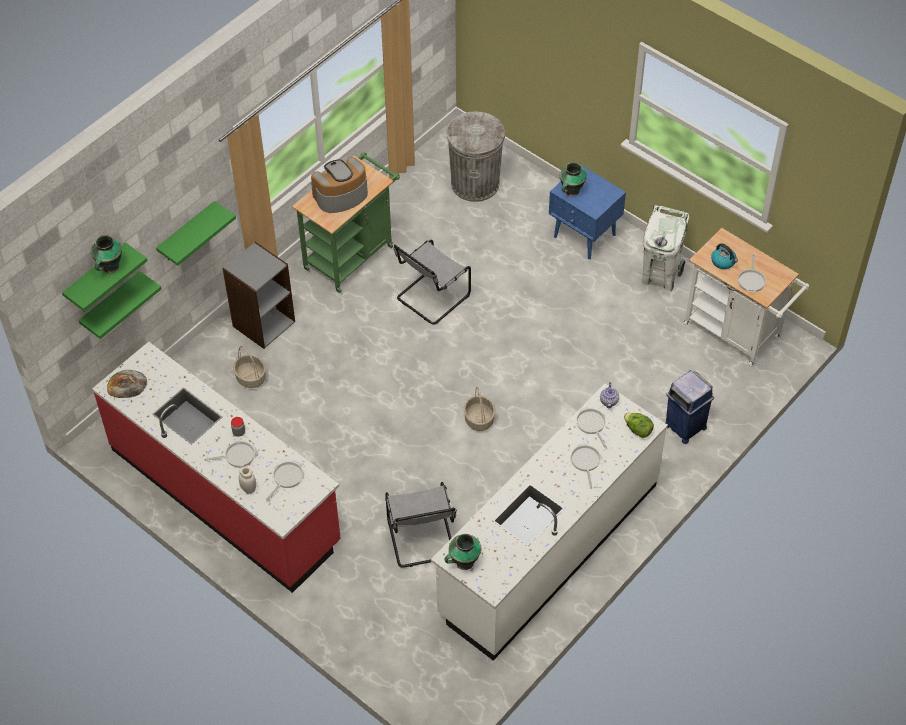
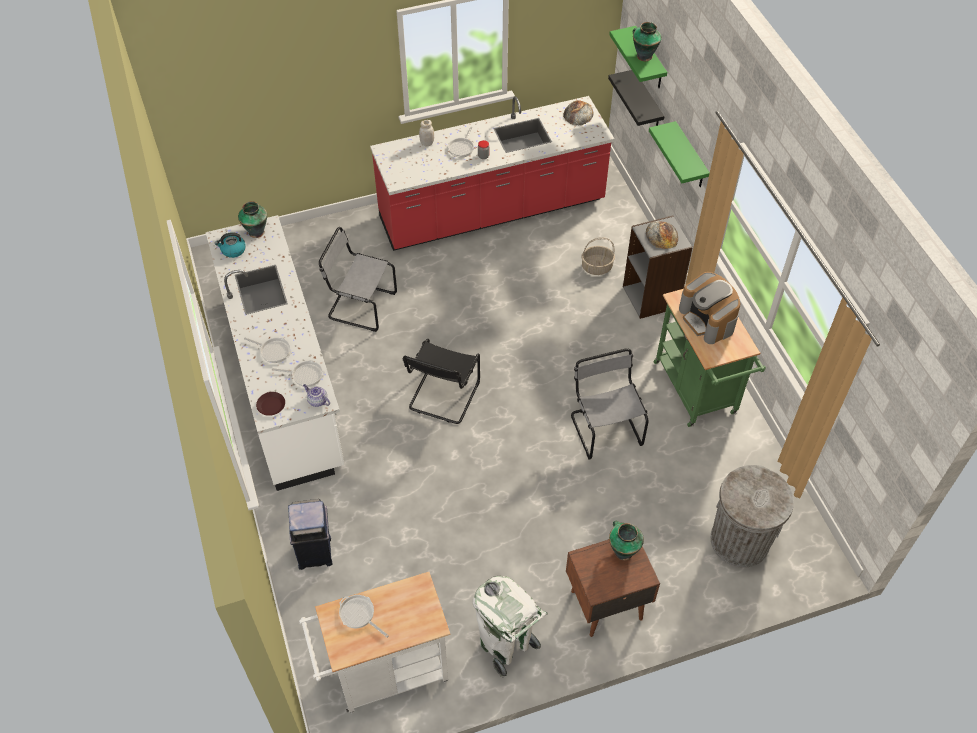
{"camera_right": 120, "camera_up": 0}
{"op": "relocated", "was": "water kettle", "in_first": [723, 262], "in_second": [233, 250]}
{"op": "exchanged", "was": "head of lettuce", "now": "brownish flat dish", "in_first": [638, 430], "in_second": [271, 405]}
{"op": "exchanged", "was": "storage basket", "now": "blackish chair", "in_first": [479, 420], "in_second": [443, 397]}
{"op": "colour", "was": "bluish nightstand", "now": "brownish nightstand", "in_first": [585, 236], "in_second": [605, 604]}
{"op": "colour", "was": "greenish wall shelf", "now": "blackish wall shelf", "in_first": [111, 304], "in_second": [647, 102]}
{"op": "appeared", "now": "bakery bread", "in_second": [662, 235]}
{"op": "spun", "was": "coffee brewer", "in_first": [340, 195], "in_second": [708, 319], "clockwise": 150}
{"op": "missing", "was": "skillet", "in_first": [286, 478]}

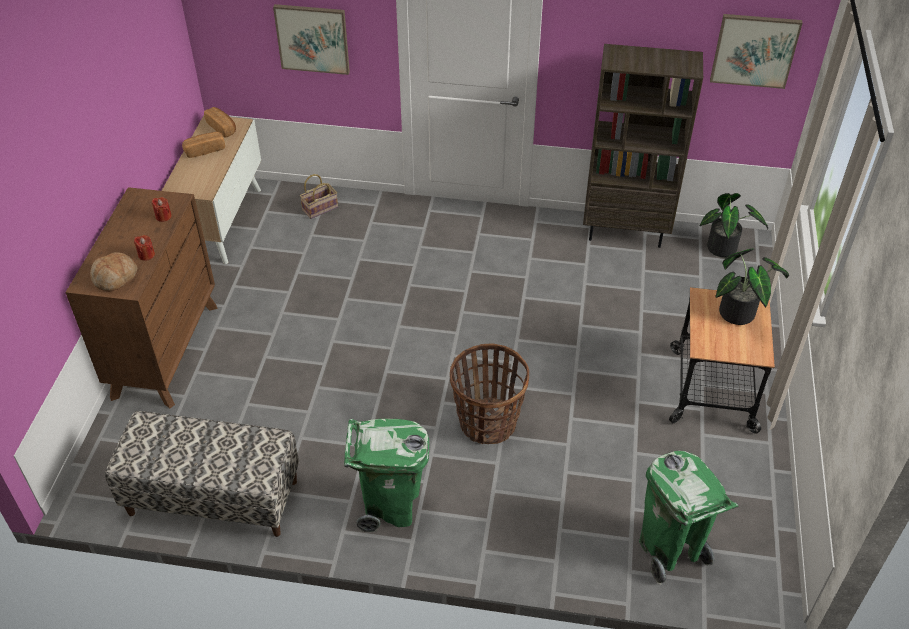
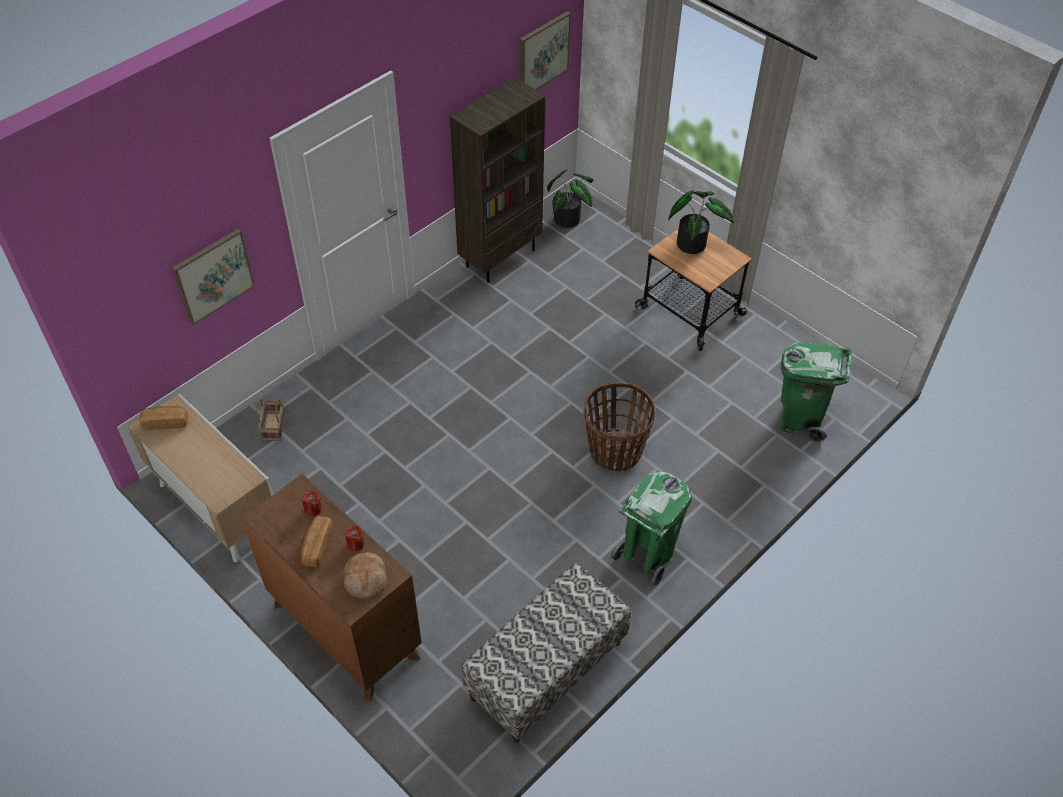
{"camera_right": -55, "camera_up": 5}
{"op": "relocated", "was": "bakery bread", "in_first": [205, 150], "in_second": [316, 546]}

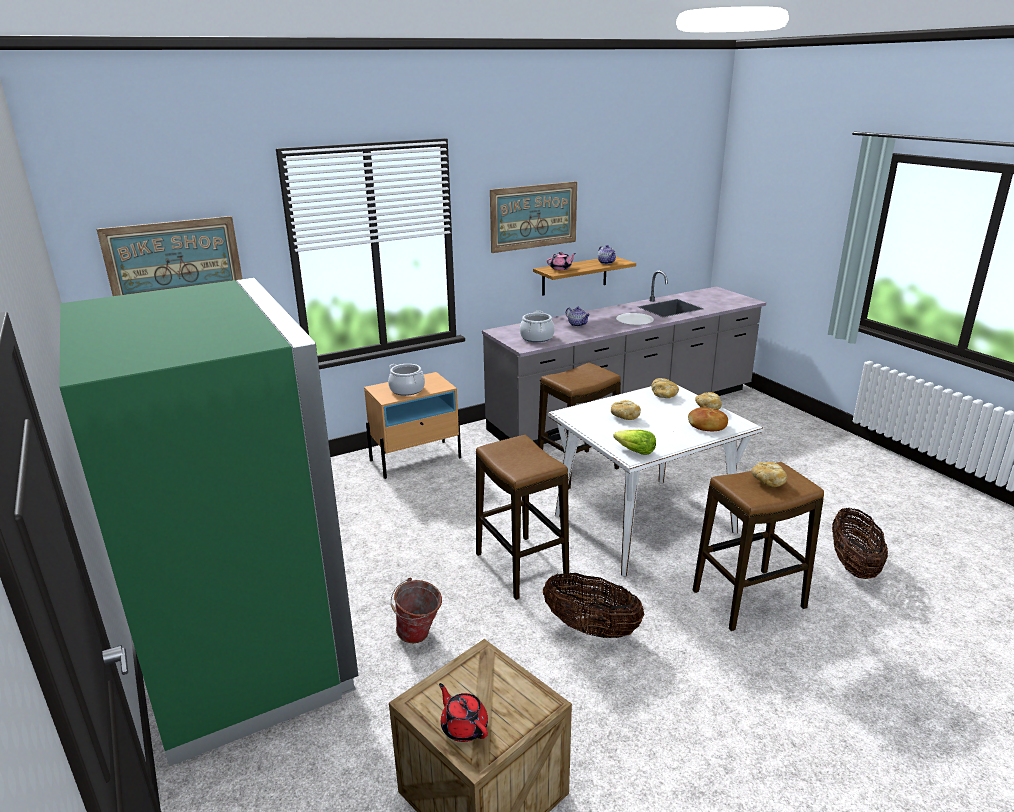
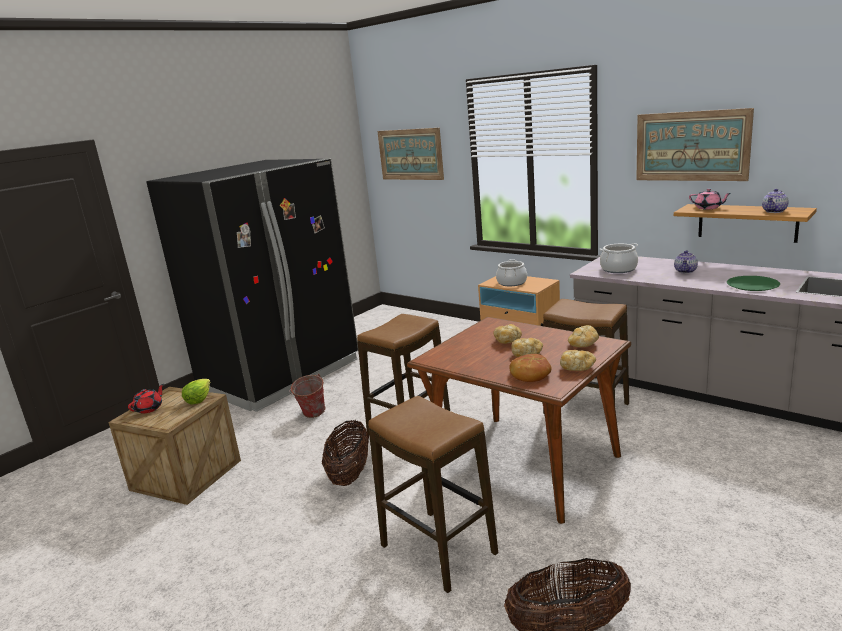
{"camera_right": 70, "camera_up": -5}
{"op": "colour", "was": "greenish kitchen fridge", "now": "blackish kitchen fridge", "in_first": [246, 649], "in_second": [281, 375]}
{"op": "relocated", "was": "head of lettuce", "in_first": [635, 451], "in_second": [198, 399]}
{"op": "colour", "was": "white-coloured dining table", "now": "brownish dining table", "in_first": [645, 523], "in_second": [524, 464]}
{"op": "relocated", "was": "bakery bread", "in_first": [767, 481], "in_second": [526, 354]}
{"op": "colour", "was": "white-coloured flat dish", "now": "greenish flat dish", "in_first": [634, 320], "in_second": [752, 284]}

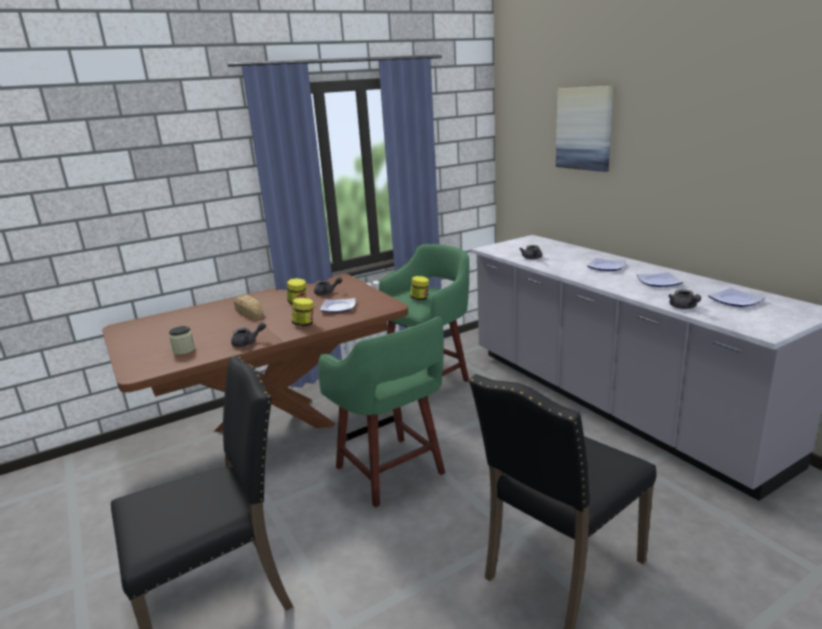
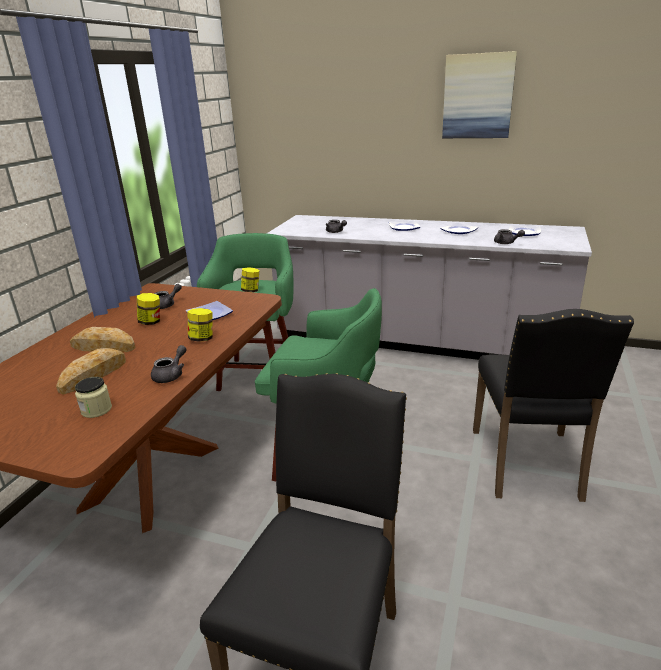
{"camera_right": -40, "camera_up": 5}
{"op": "appeared", "now": "bakery bread", "in_second": [93, 375]}
{"op": "relocated", "was": "wall picture", "in_first": [584, 128], "in_second": [478, 96]}

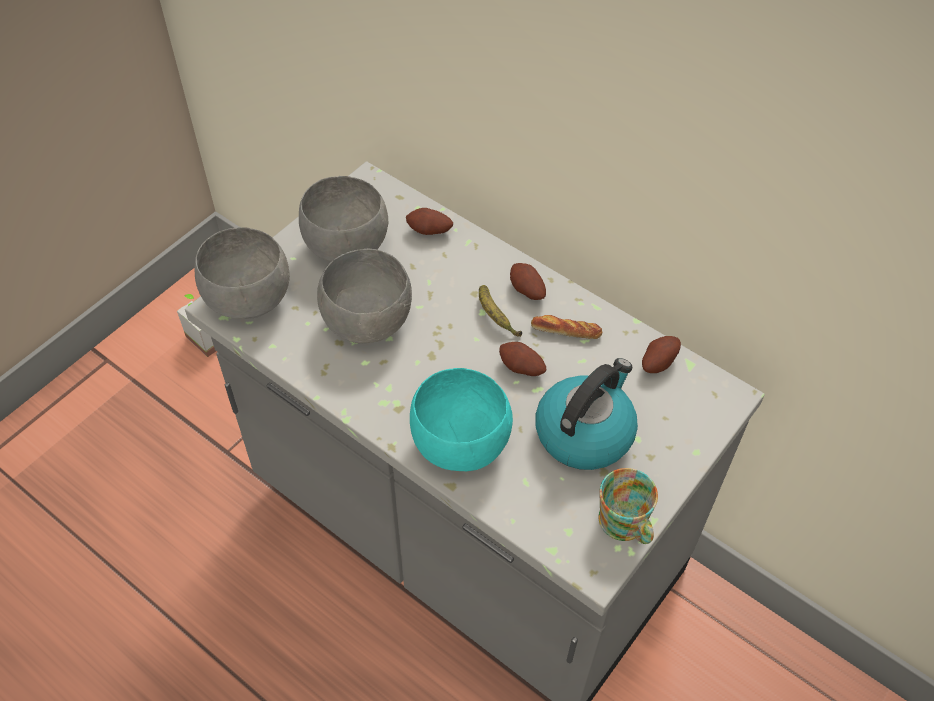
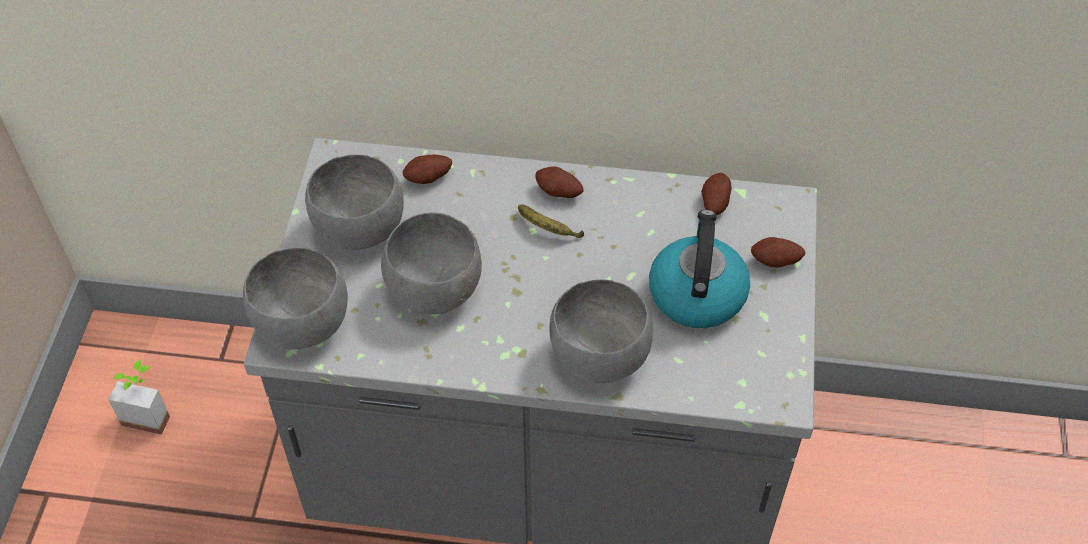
{"camera_right": -30, "camera_up": 0}
{"op": "colour", "was": "turquoise-coloured deep dish", "now": "gray deep dish", "in_first": [458, 443], "in_second": [597, 357]}
{"op": "relocated", "was": "potato", "in_first": [521, 369], "in_second": [775, 262]}
{"op": "missing", "was": "bakery bread", "in_first": [566, 331]}
{"op": "missing", "was": "coffee mug", "in_first": [625, 526]}

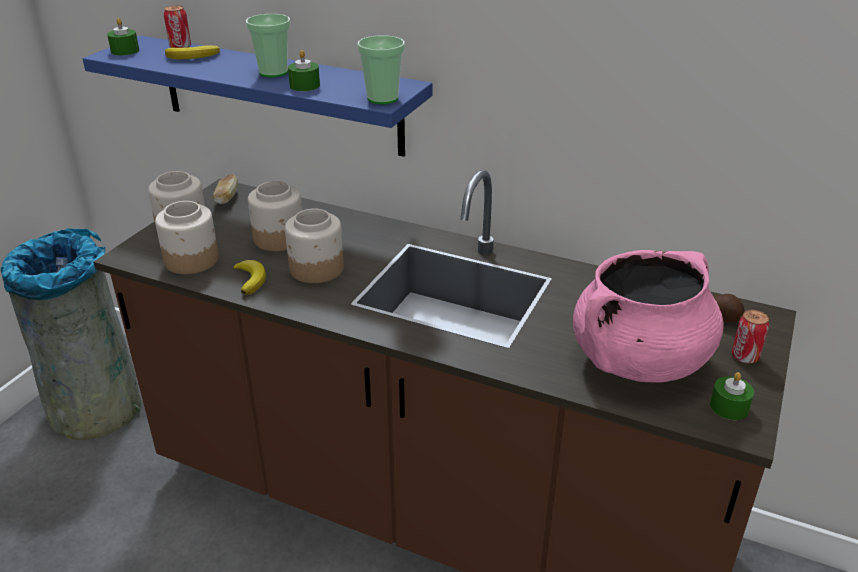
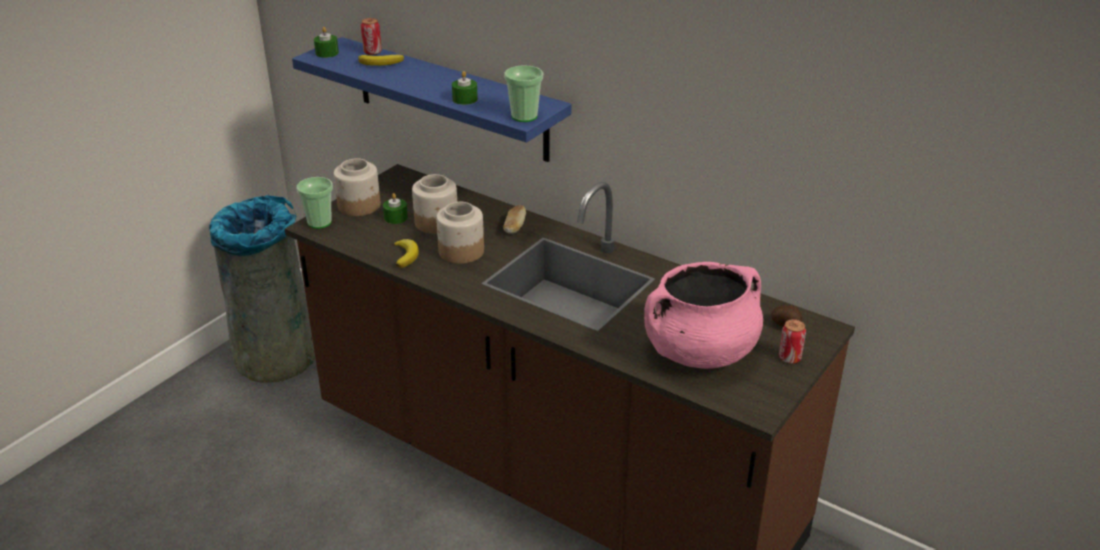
{"camera_right": 10, "camera_up": 0}
{"op": "relocated", "was": "small cup", "in_first": [273, 72], "in_second": [319, 222]}
{"op": "relocated", "was": "greenish wax light", "in_first": [729, 407], "in_second": [395, 218]}
{"op": "relocated", "was": "bakery bread", "in_first": [226, 198], "in_second": [514, 227]}
{"op": "missing", "was": "preserve jar", "in_first": [192, 260]}

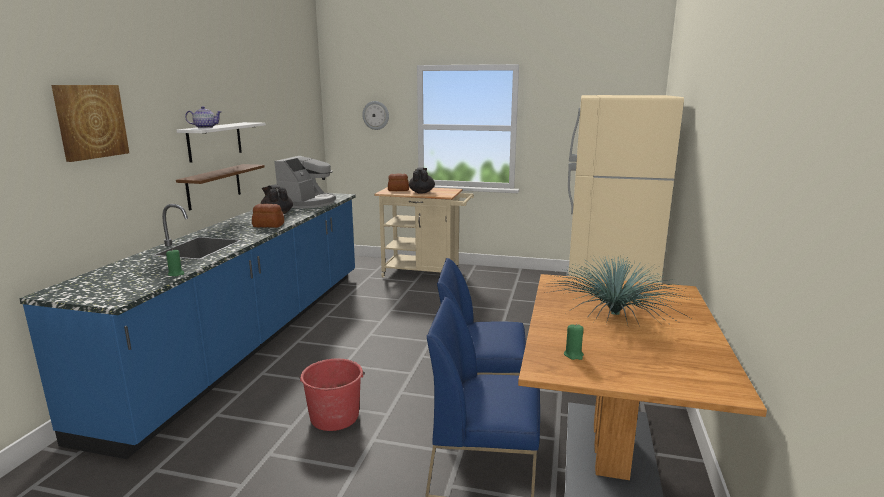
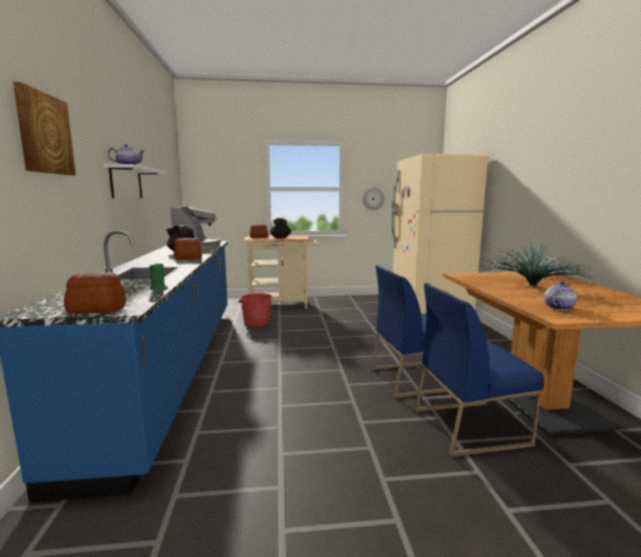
{"camera_right": -20, "camera_up": -5}
{"op": "appeared", "now": "bakery bread", "in_second": [97, 309]}
{"op": "relocated", "was": "reddish bucket", "in_first": [334, 416], "in_second": [256, 322]}
{"op": "relocated", "was": "hanging clock", "in_first": [376, 115], "in_second": [373, 199]}
{"op": "exchanged", "was": "greenish wax light", "now": "teapot", "in_first": [573, 355], "in_second": [558, 307]}
{"op": "missing", "was": "brownish wall shelf", "in_first": [214, 186]}

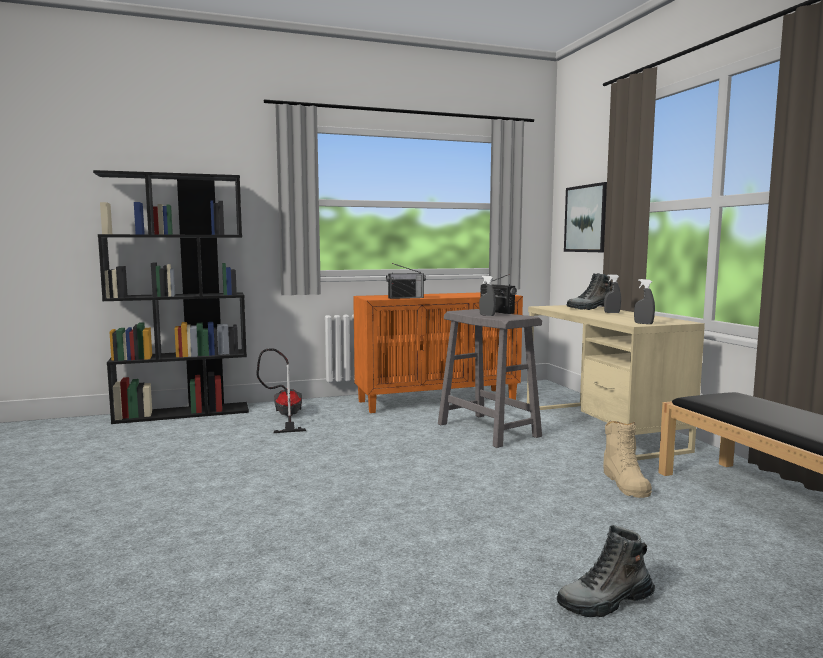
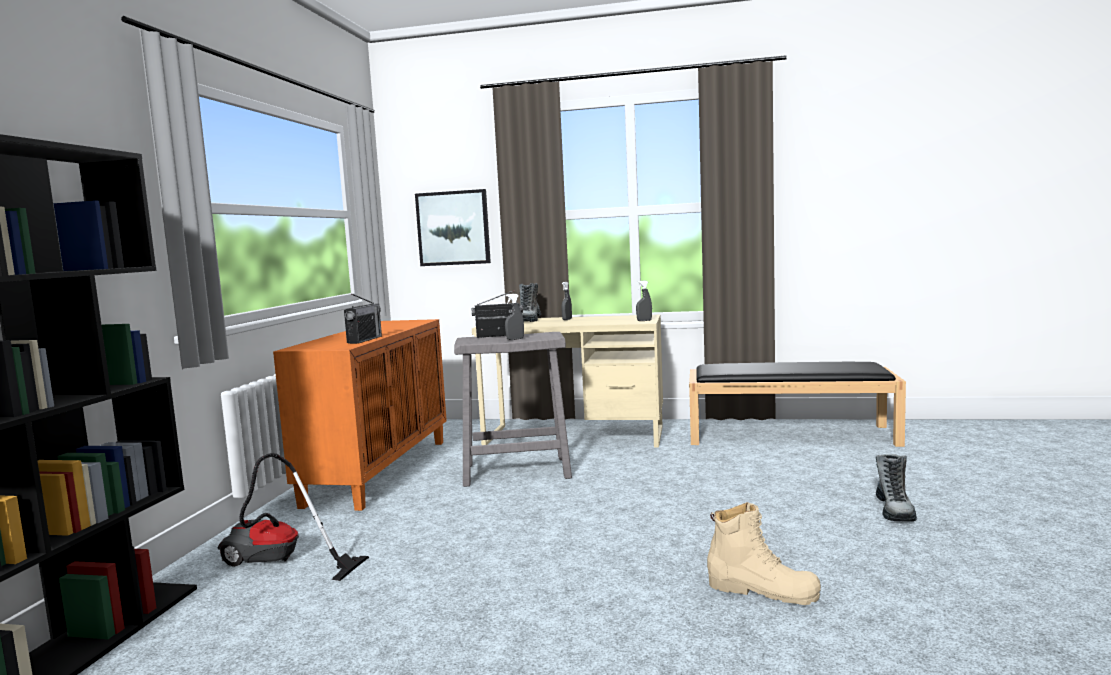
{"camera_right": -60, "camera_up": 0}
{"op": "relocated", "was": "beige-coloured high-top boot", "in_first": [625, 483], "in_second": [763, 590]}

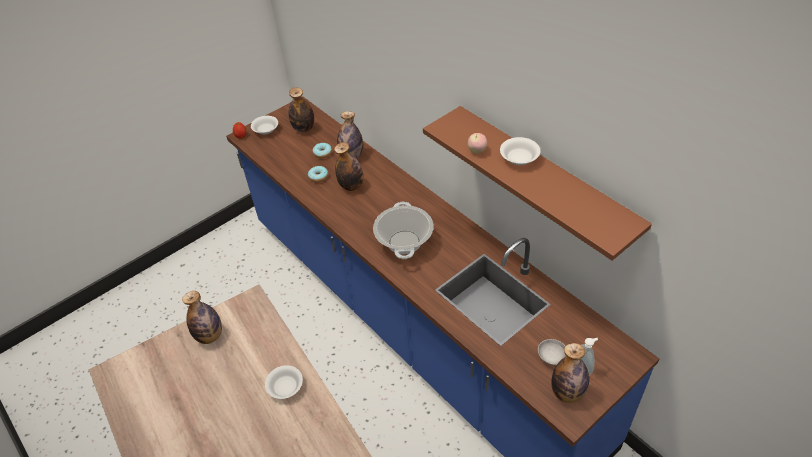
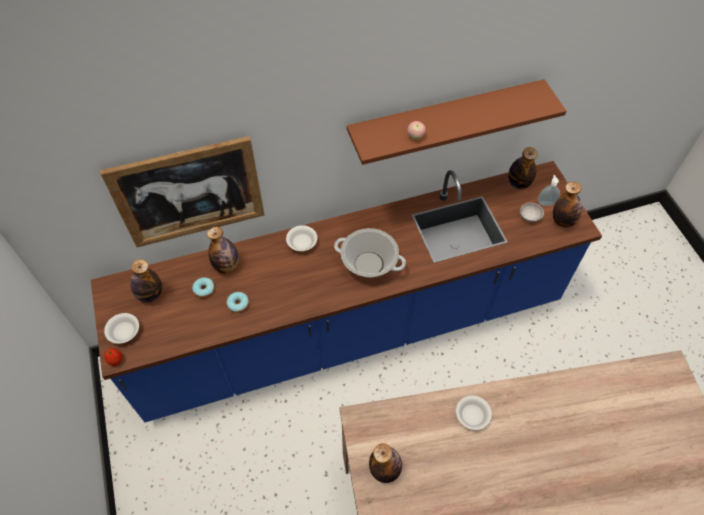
{"camera_right": -70, "camera_up": 10}
{"op": "appeared", "now": "wall picture", "in_second": [189, 193]}
{"op": "relocated", "was": "white-coloured deep dish", "in_first": [519, 158], "in_second": [302, 242]}
{"op": "relocated", "was": "drink bottle", "in_first": [351, 186], "in_second": [518, 184]}

